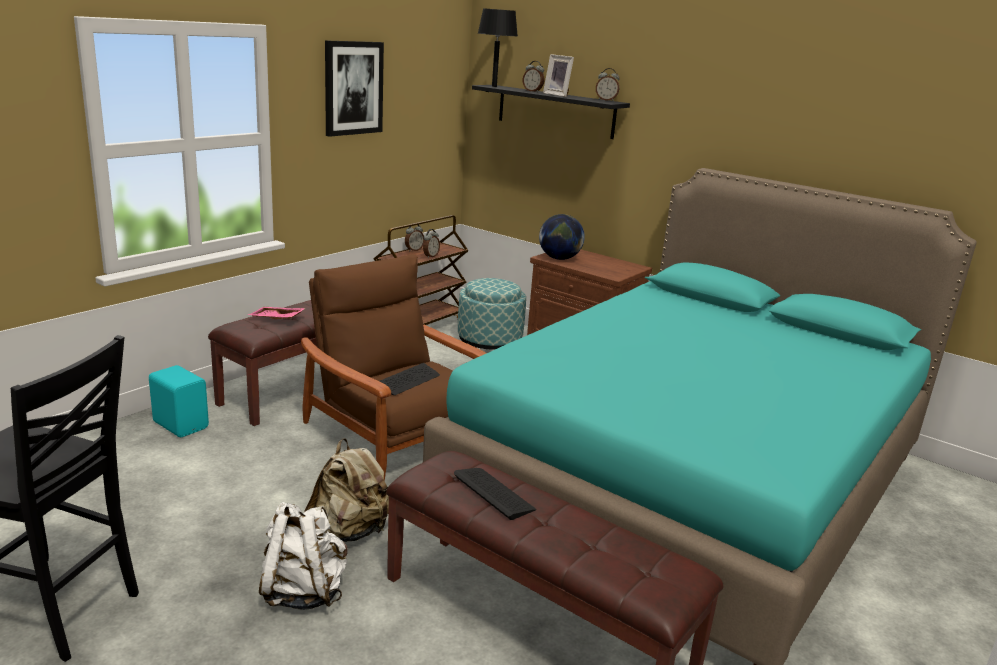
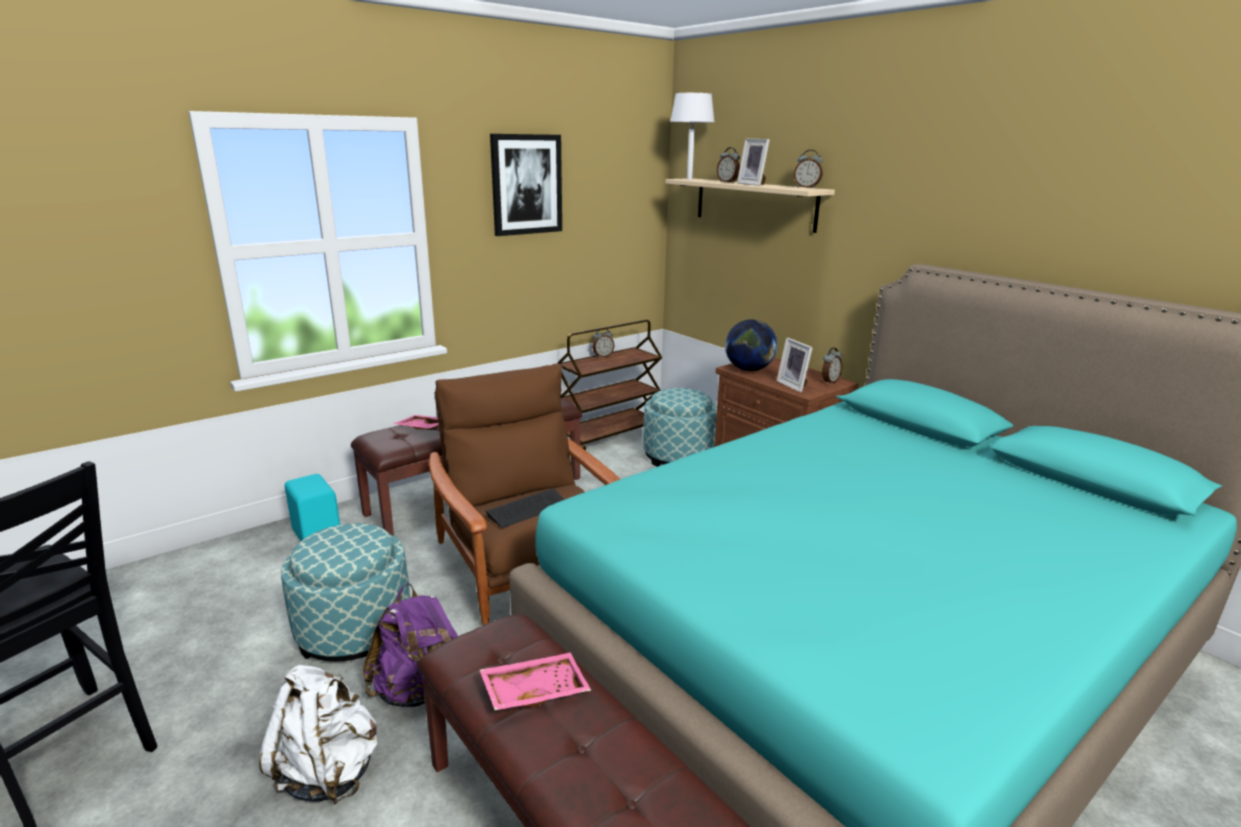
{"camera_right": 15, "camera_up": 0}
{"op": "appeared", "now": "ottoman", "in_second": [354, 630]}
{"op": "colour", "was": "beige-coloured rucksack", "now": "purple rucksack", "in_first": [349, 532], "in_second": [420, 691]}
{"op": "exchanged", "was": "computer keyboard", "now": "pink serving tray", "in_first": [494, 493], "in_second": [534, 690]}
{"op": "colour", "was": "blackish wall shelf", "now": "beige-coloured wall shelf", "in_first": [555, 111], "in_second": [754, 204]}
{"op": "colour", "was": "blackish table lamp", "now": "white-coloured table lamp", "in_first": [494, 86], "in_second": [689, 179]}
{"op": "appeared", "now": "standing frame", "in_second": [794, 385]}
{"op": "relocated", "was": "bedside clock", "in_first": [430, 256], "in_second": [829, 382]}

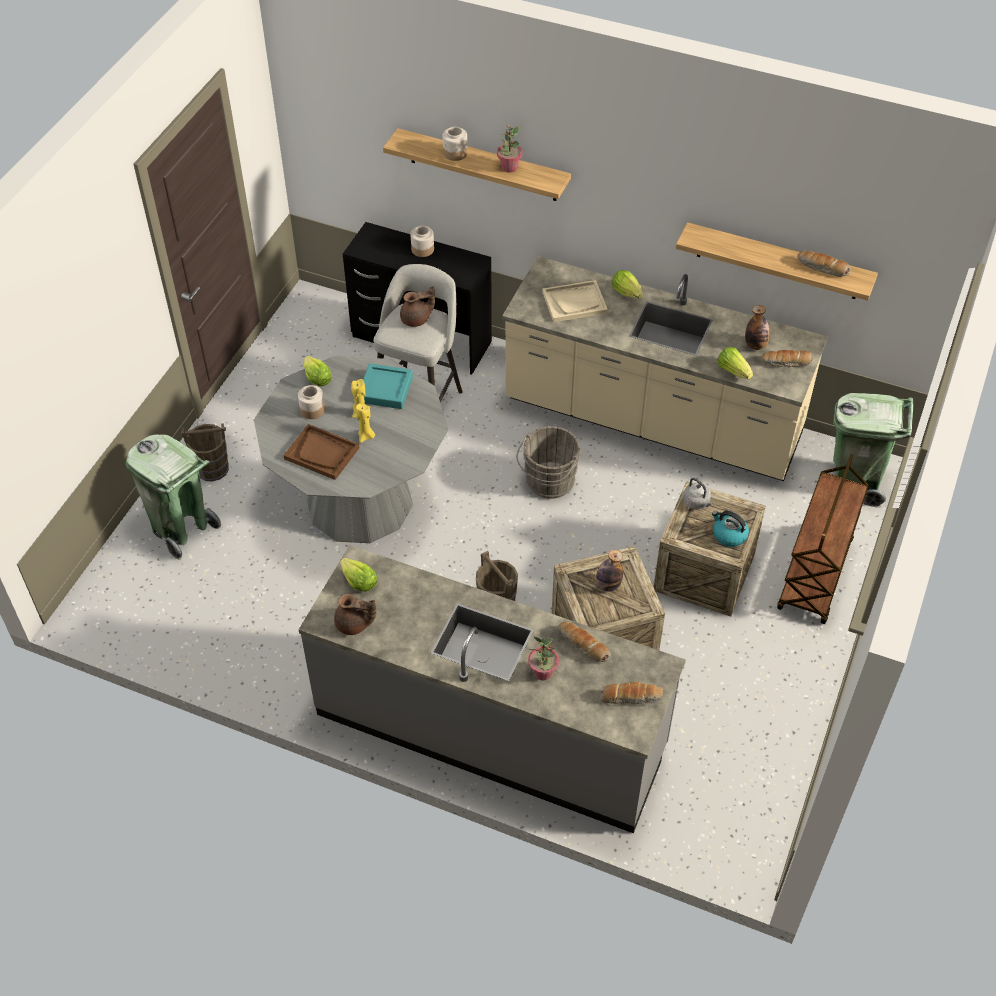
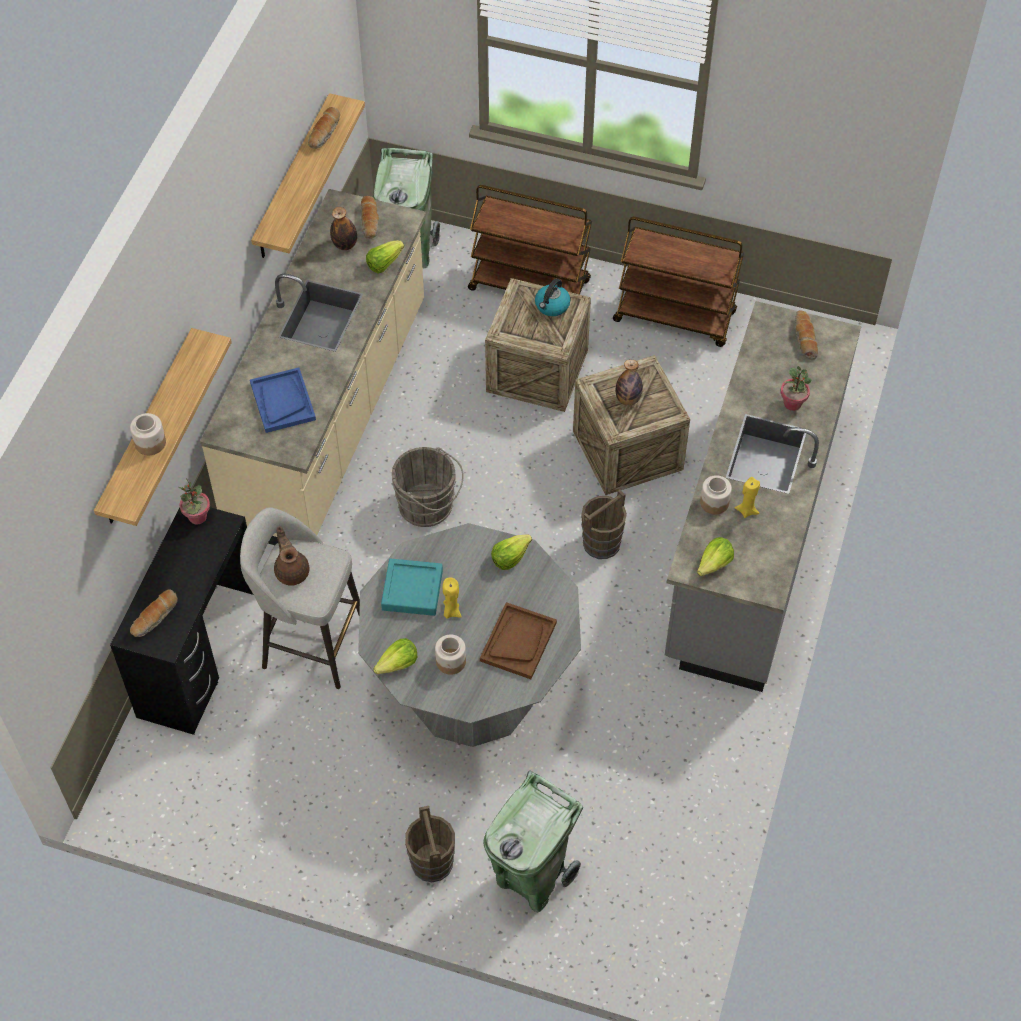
{"camera_right": -95, "camera_up": 5}
{"op": "relocated", "was": "bakery bread", "in_first": [583, 646], "in_second": [155, 618]}
{"op": "relocated", "was": "potted plant", "in_first": [509, 167], "in_second": [197, 517]}
{"op": "colour", "was": "beige-coloured serving tray", "now": "bluish serving tray", "in_first": [574, 302], "in_second": [282, 401]}
{"op": "relocated", "was": "head of lettuce", "in_first": [627, 292], "in_second": [510, 557]}
{"op": "appeared", "now": "brownish cart", "in_second": [675, 317]}
{"op": "relocated", "was": "preserve jar", "in_first": [423, 249], "in_second": [714, 502]}
{"op": "relocated", "was": "yellow-coloured wax light", "in_first": [366, 436], "in_second": [746, 510]}
{"op": "missing", "was": "brownish teapot", "in_first": [354, 624]}
{"op": "missing", "was": "gray water kettle", "in_first": [697, 503]}

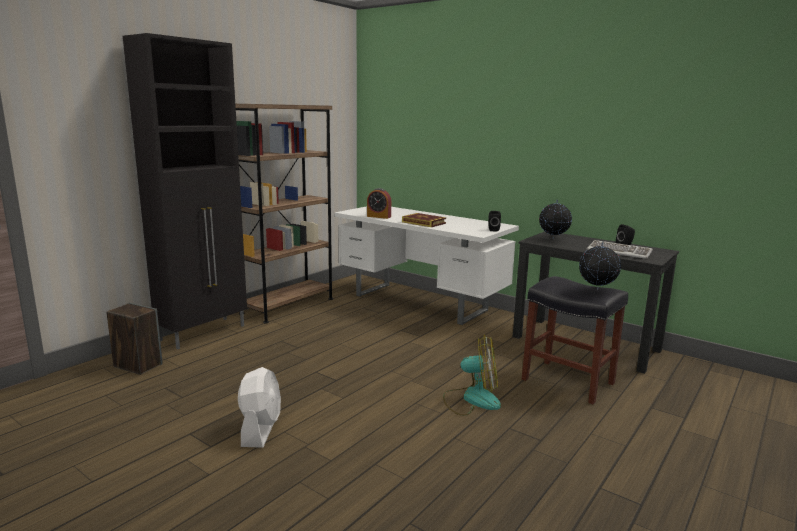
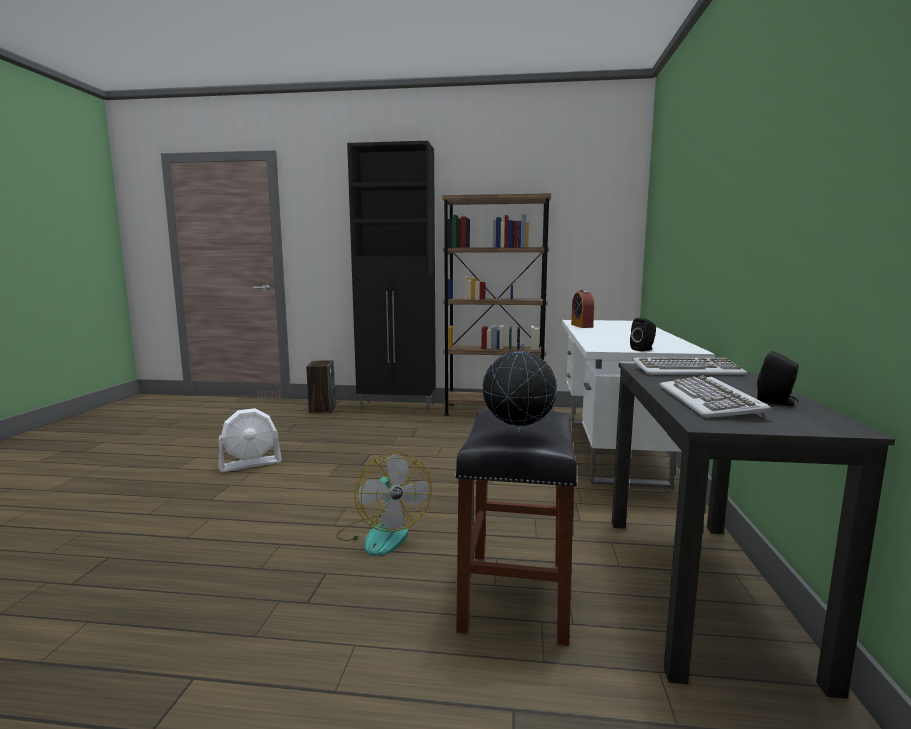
{"camera_right": 60, "camera_up": -5}
{"op": "exchanged", "was": "world globe", "now": "computer keyboard", "in_first": [553, 239], "in_second": [687, 371]}
{"op": "missing", "was": "book", "in_first": [423, 222]}

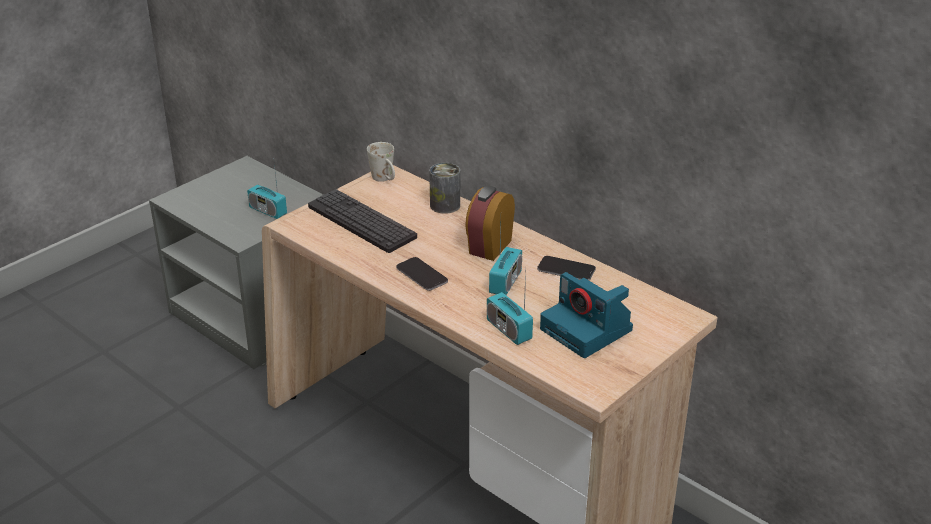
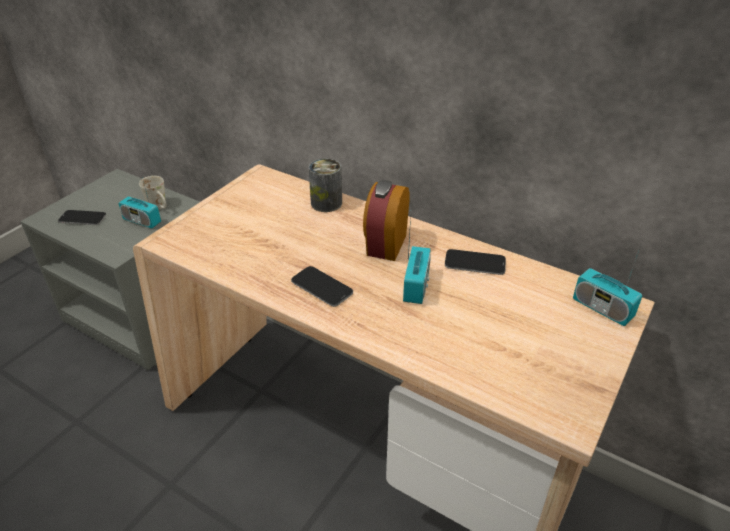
{"camera_right": -10, "camera_up": 5}
{"op": "appeared", "now": "handset", "in_second": [82, 218]}
{"op": "relocated", "was": "white-coloured coffee mug", "in_first": [385, 179], "in_second": [160, 208]}
{"op": "relocated", "was": "radio receiver", "in_first": [508, 330], "in_second": [602, 308]}
{"op": "missing", "was": "computer keyboard", "in_first": [361, 222]}
{"op": "missing", "was": "photo camera", "in_first": [588, 330]}

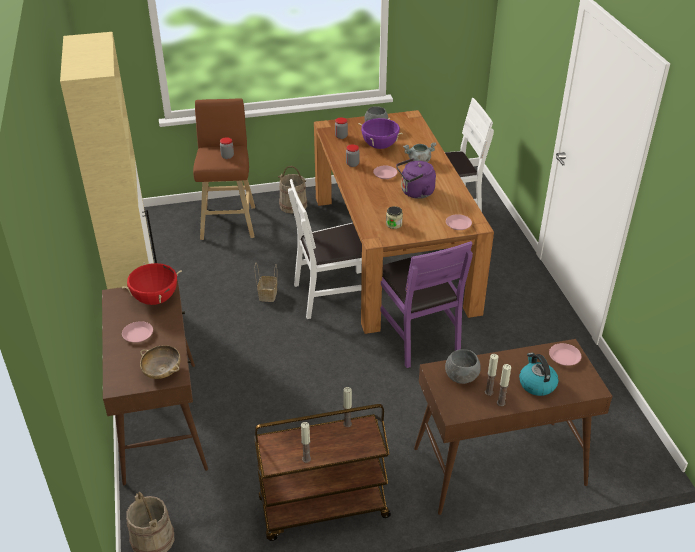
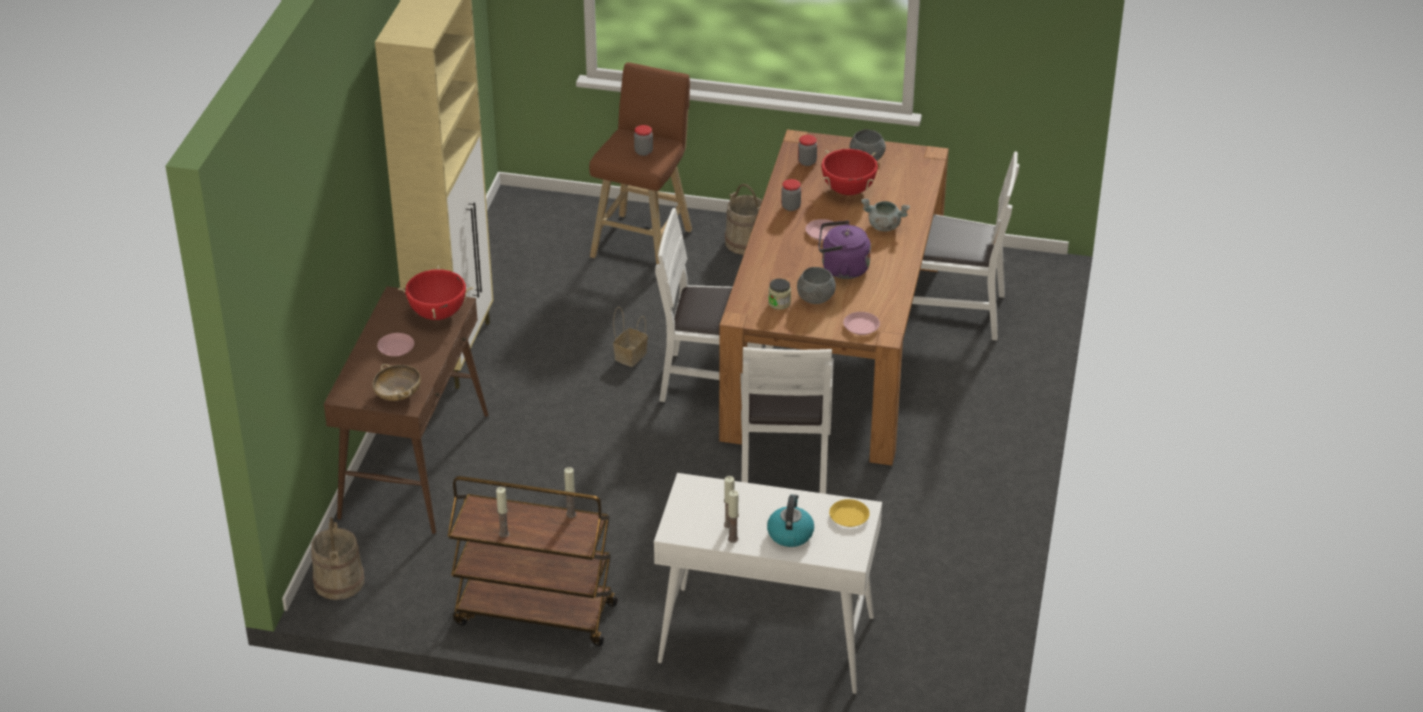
{"camera_right": 25, "camera_up": 0}
{"op": "colour", "was": "brownish console table", "now": "white-coloured console table", "in_first": [498, 467], "in_second": [765, 640]}
{"op": "colour", "was": "purple chair", "now": "white-coloured chair", "in_first": [416, 335], "in_second": [784, 463]}
{"op": "relocated", "was": "gray deep dish", "in_first": [461, 377], "in_second": [815, 298]}
{"op": "colour", "was": "purple saucepot", "now": "reddish saucepot", "in_first": [380, 146], "in_second": [848, 190]}
{"op": "colour", "was": "pink flat dish", "now": "yellow-coloured flat dish", "in_first": [564, 357], "in_second": [849, 516]}

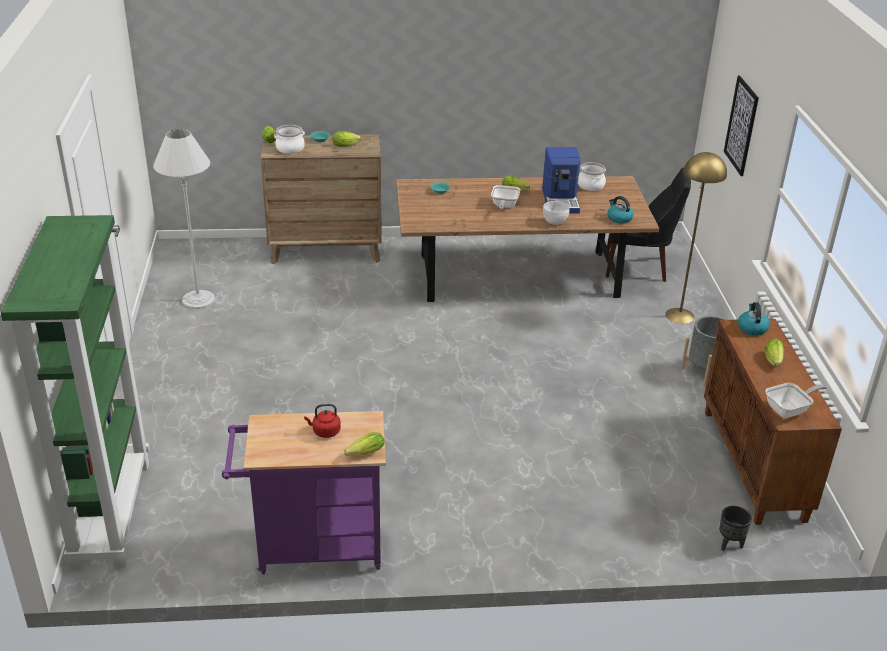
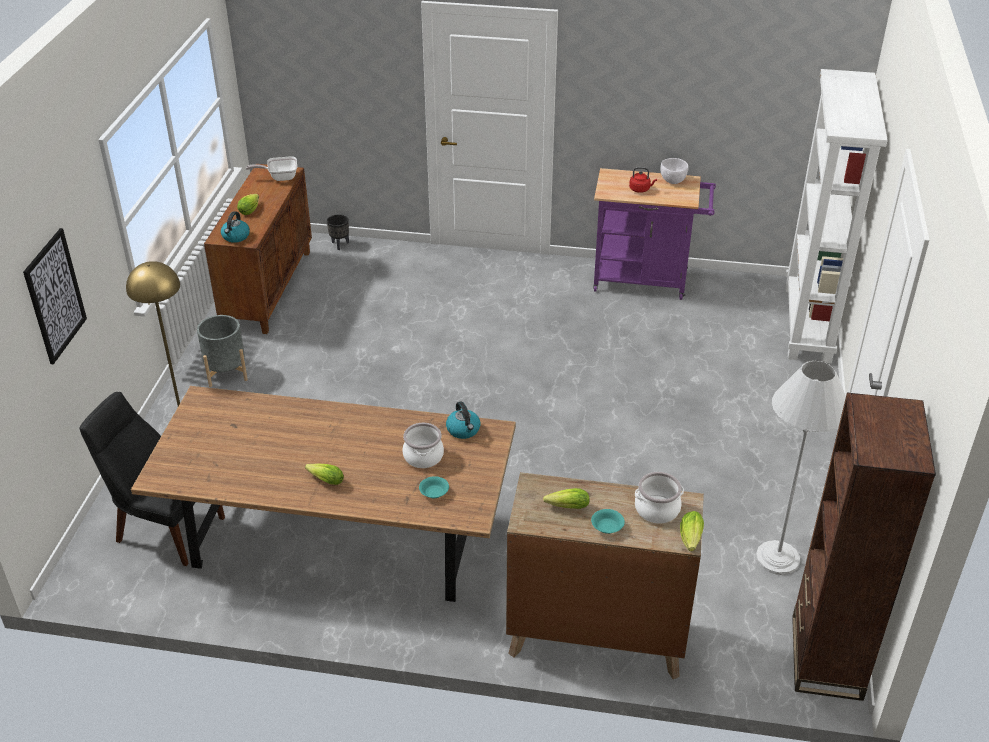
{"camera_right": -165, "camera_up": 5}
{"op": "relocated", "was": "saucepot", "in_first": [590, 186], "in_second": [423, 456]}
{"op": "relocated", "was": "water kettle", "in_first": [619, 218], "in_second": [463, 430]}
{"op": "relocated", "was": "white-coloured deep dish", "in_first": [555, 222], "in_second": [672, 181]}
{"op": "colour", "was": "greenish bookcase", "now": "white-coloured bookcase", "in_first": [111, 512], "in_second": [808, 324]}
{"op": "appeared", "now": "brownish bookcase", "in_second": [826, 657]}
{"op": "missing", "was": "head of lettuce", "in_first": [363, 454]}
{"op": "missing", "was": "skillet", "in_first": [504, 206]}
{"op": "missing", "was": "coffee brewer", "in_first": [561, 200]}

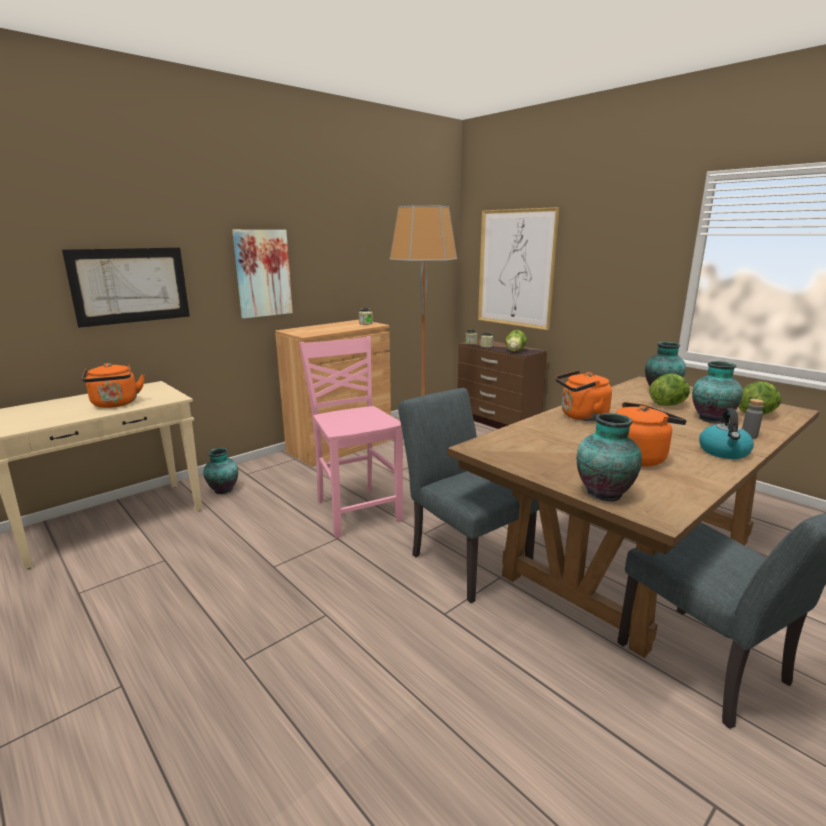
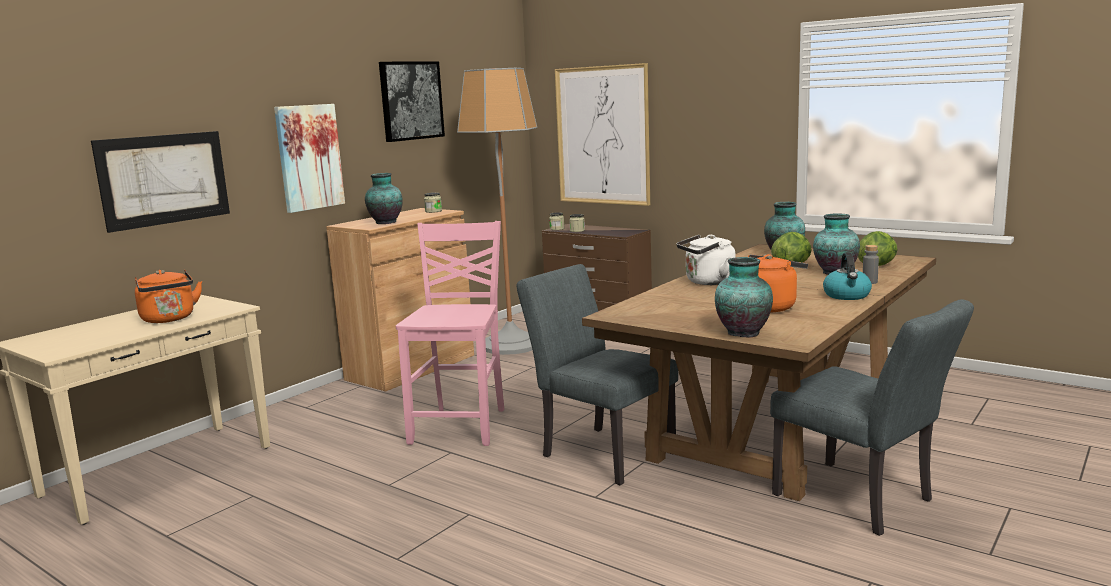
{"camera_right": -10, "camera_up": -5}
{"op": "relocated", "was": "vase", "in_first": [223, 490], "in_second": [385, 223]}
{"op": "appeared", "now": "wall picture", "in_second": [411, 100]}
{"op": "spun", "was": "pink chair", "in_first": [356, 510], "in_second": [461, 425], "clockwise": 45}
{"op": "colour", "was": "orange-coloured water kettle", "now": "white-coloured water kettle", "in_first": [581, 416], "in_second": [707, 282]}
{"op": "missing", "was": "head of lettuce", "in_first": [515, 351]}

